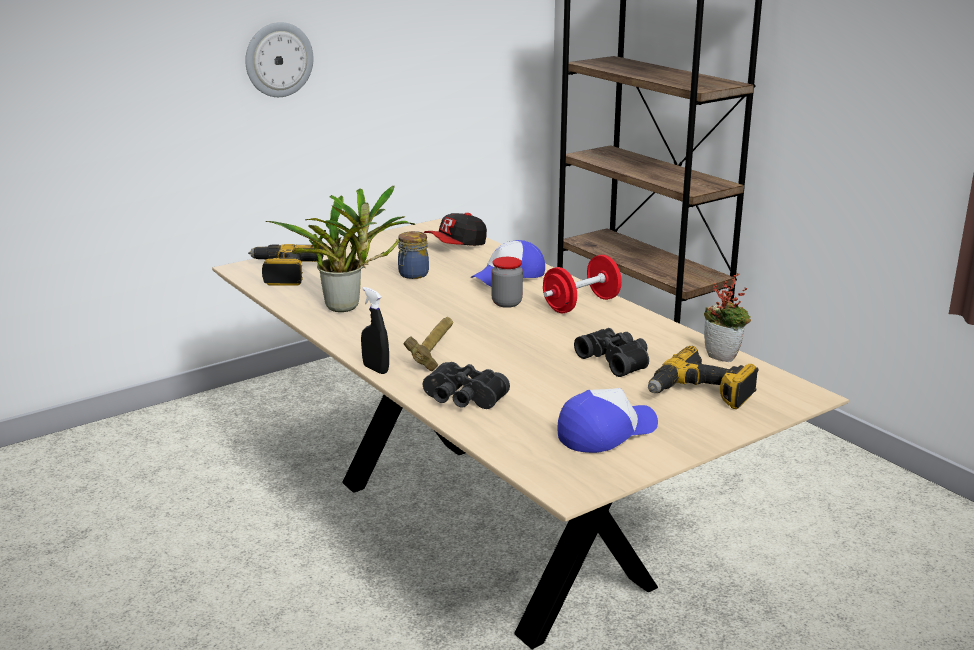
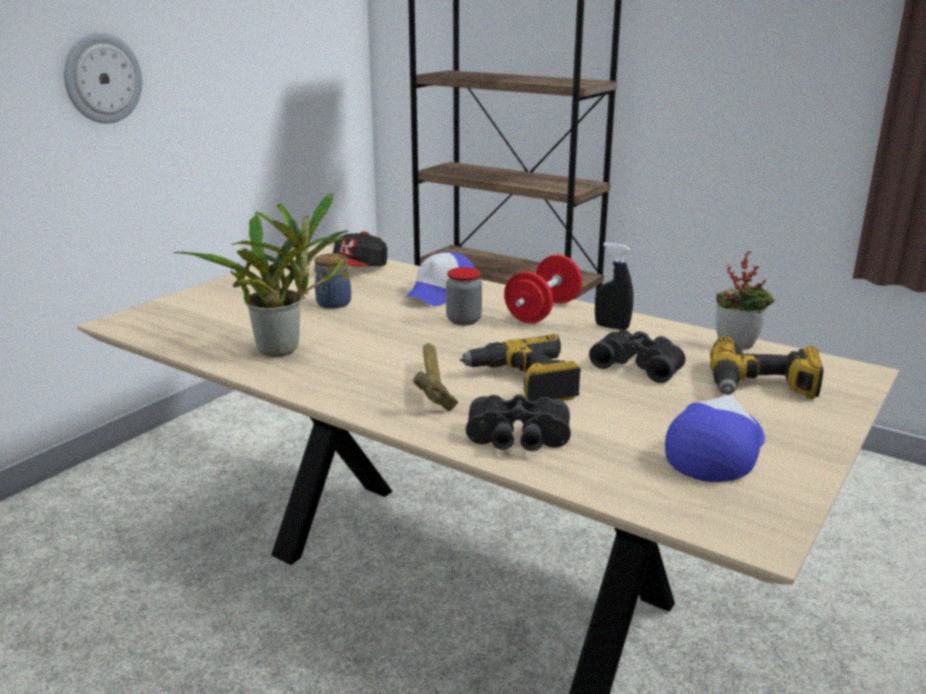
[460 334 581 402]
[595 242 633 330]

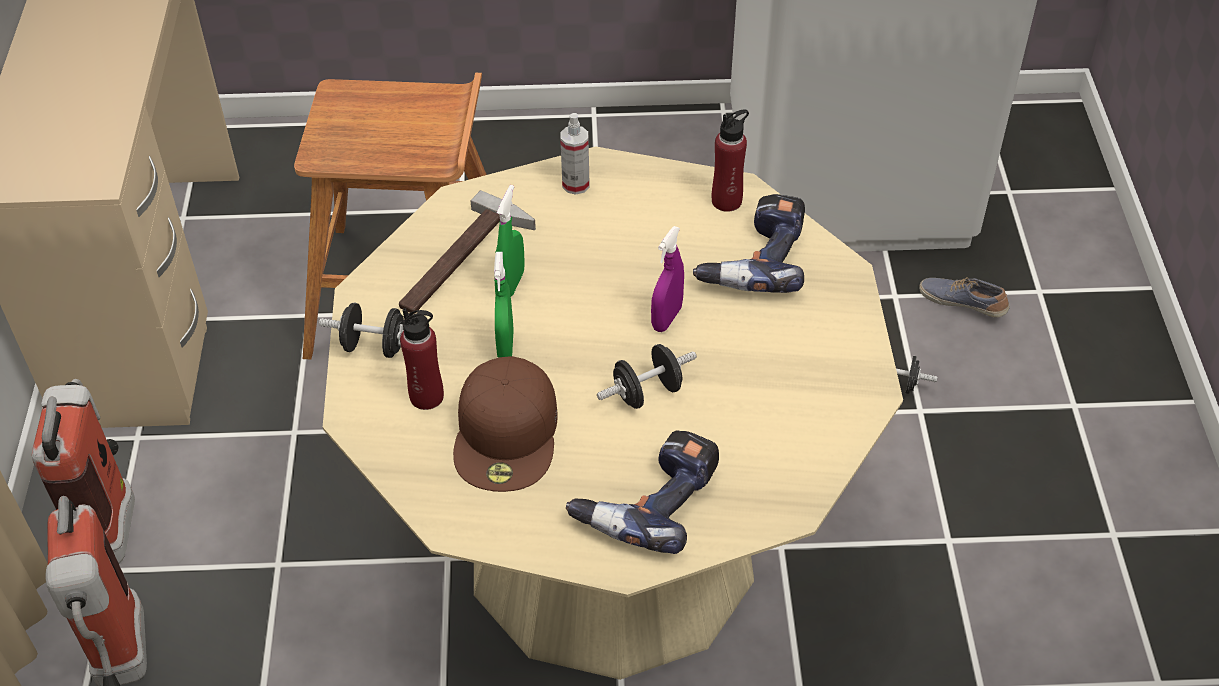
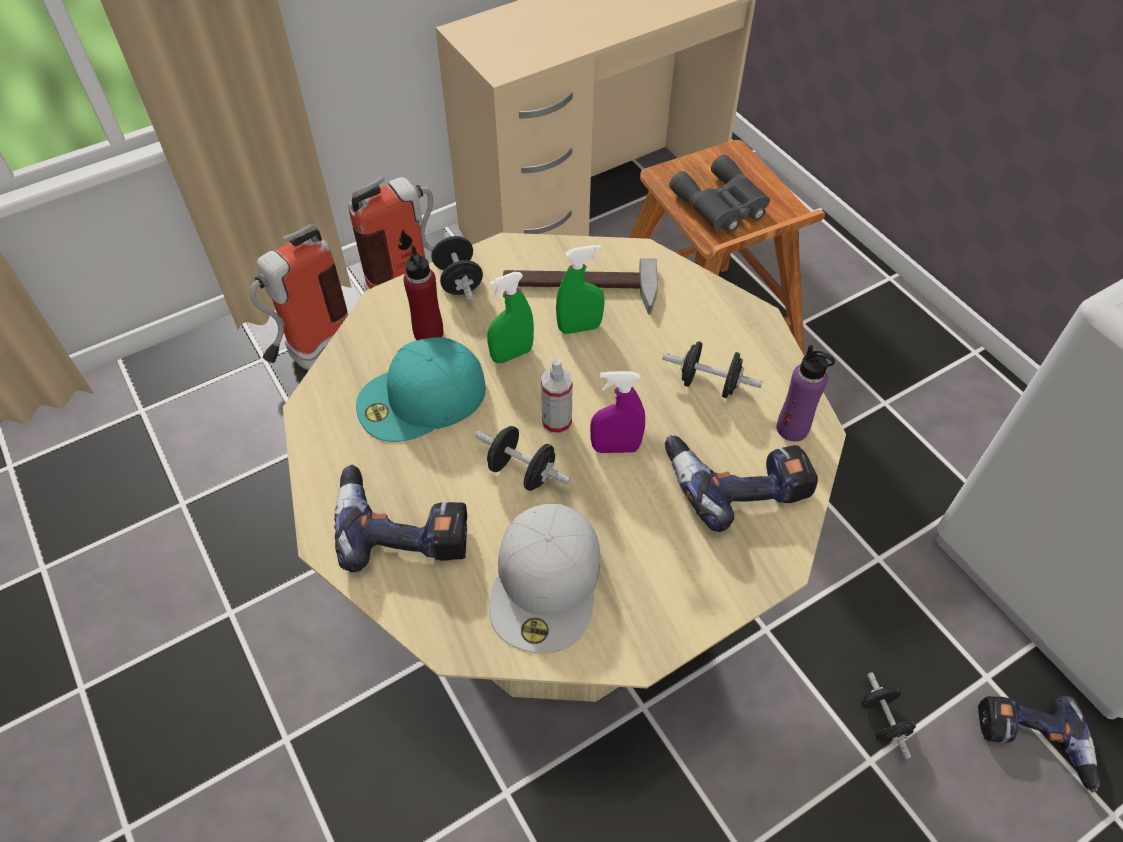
[489 504 600 653]
[662 341 763 398]
[669 154 770 232]
[541 359 573 435]
[978 695 1100 793]
[356 337 486 442]
[777 345 835 442]

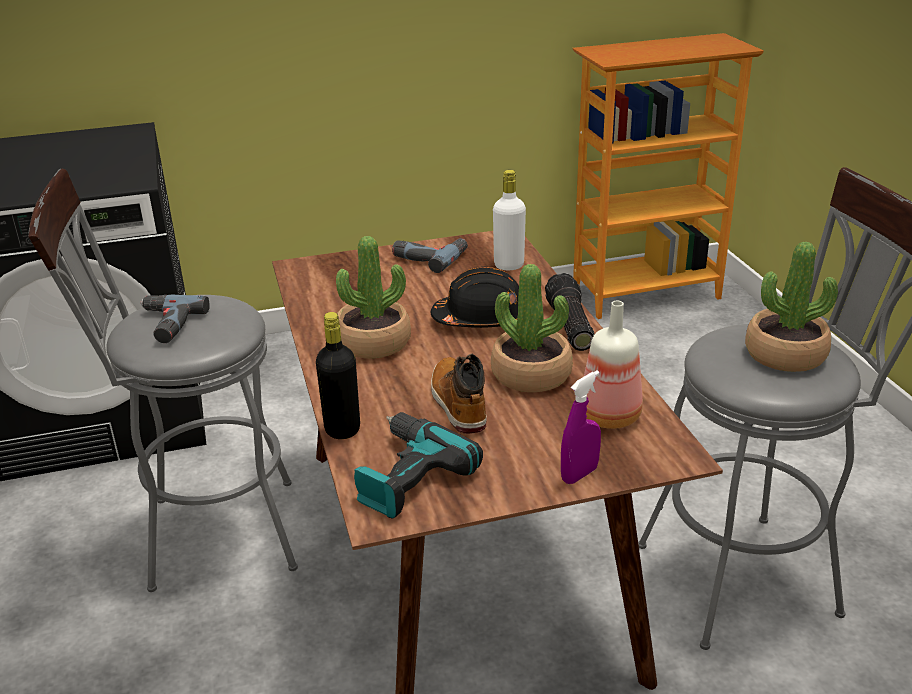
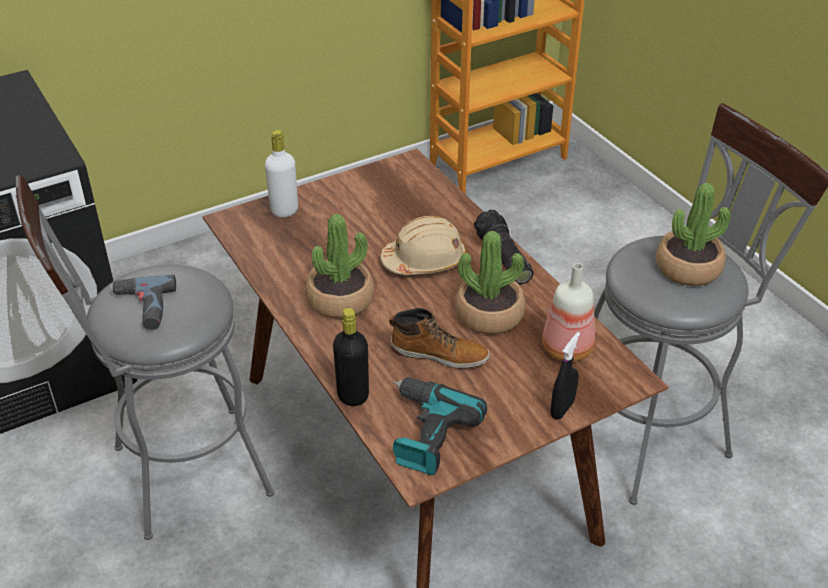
[392 238 468 273] (first image)
[265 130 298 218]
[380 216 467 275]
[550 332 580 420]
[389 308 490 369]

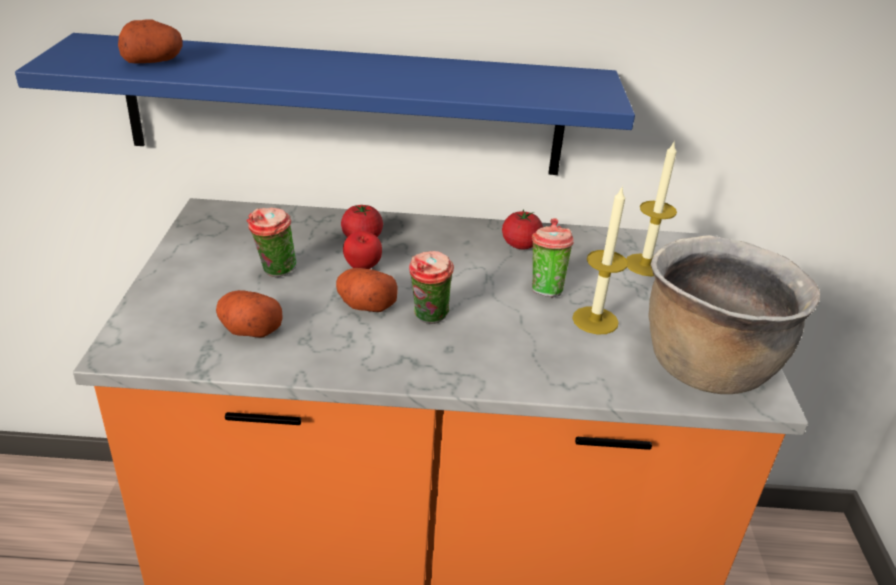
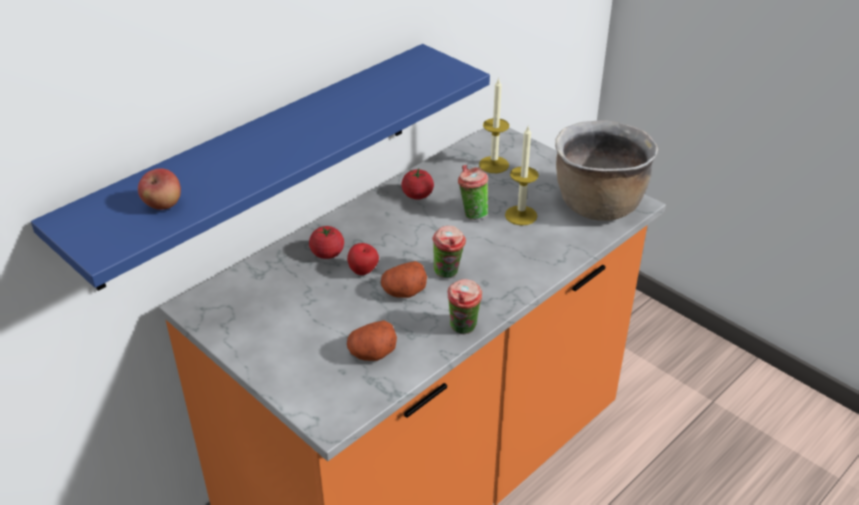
[447 279 482 334]
[138 168 181 210]

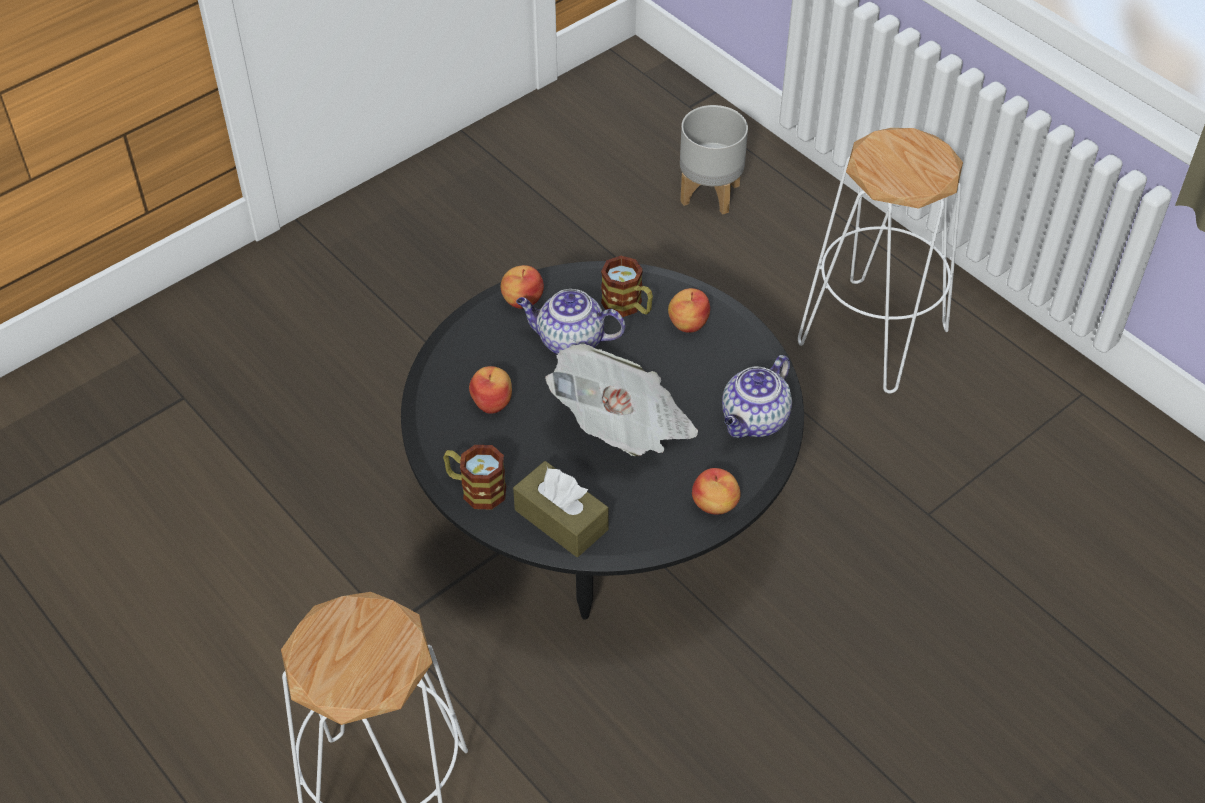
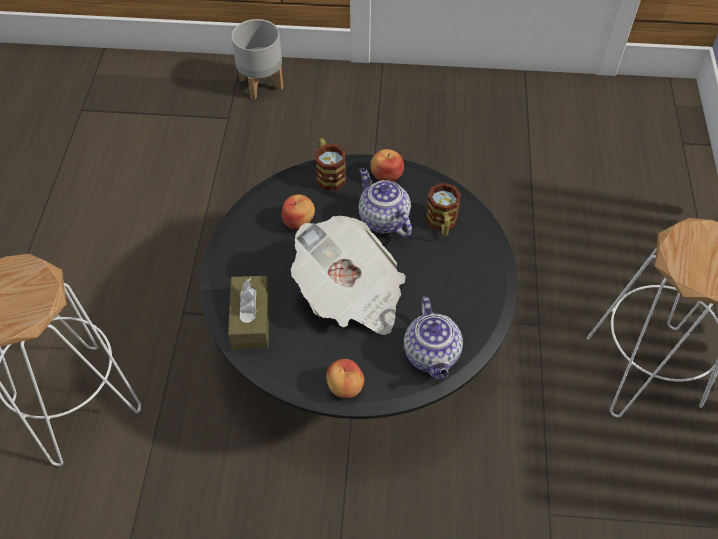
[668 288 710 333] (first image)
[315 138 346 190]
[231 19 283 99]
[404 297 463 380]

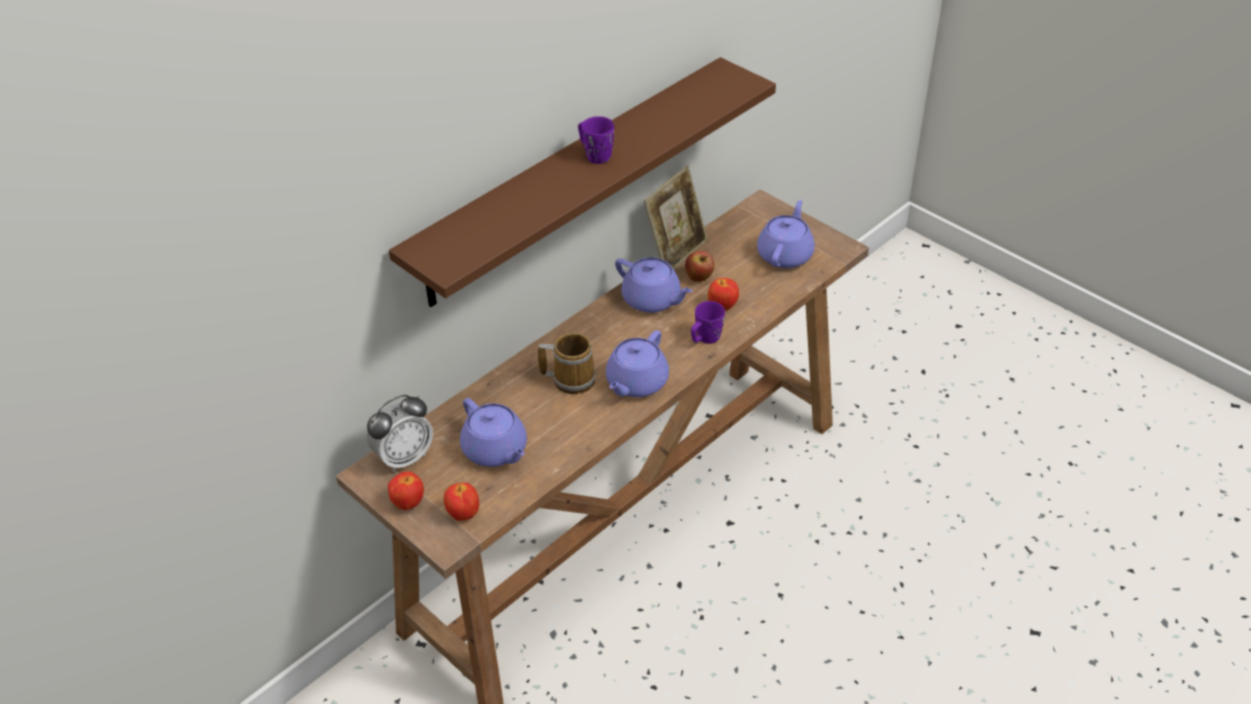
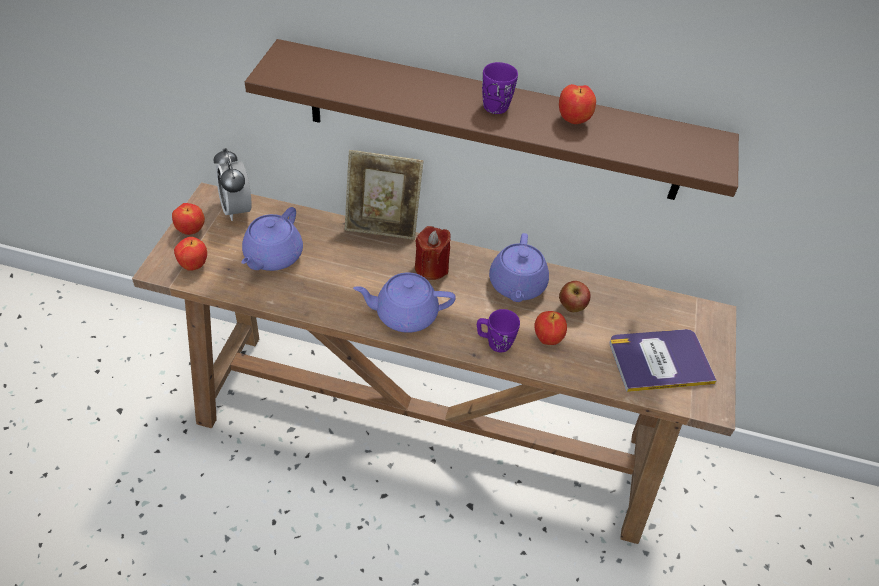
[538 333 596 394] (first image)
[415 226 451 280]
[559 84 596 124]
[345 150 424 240]
[609 329 717 392]
[213 148 252 221]

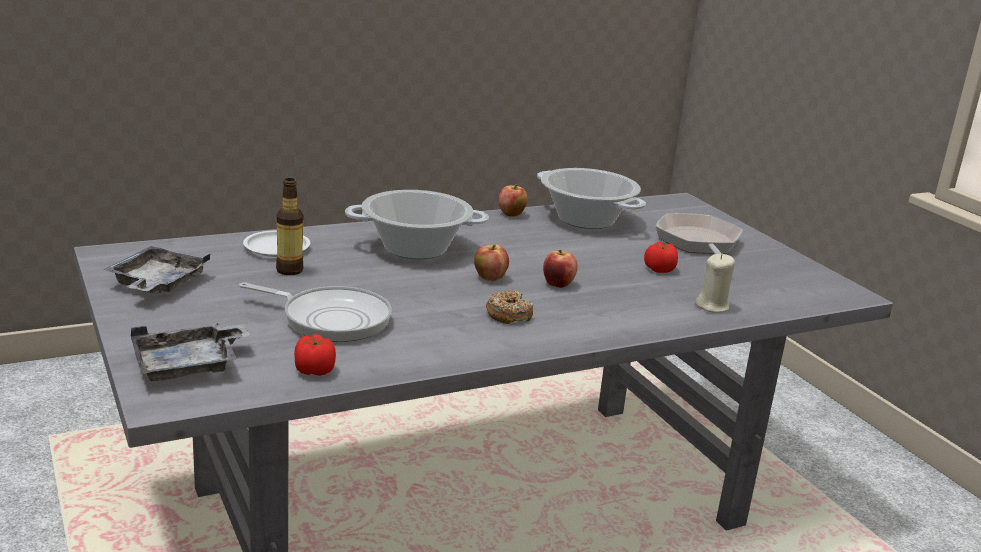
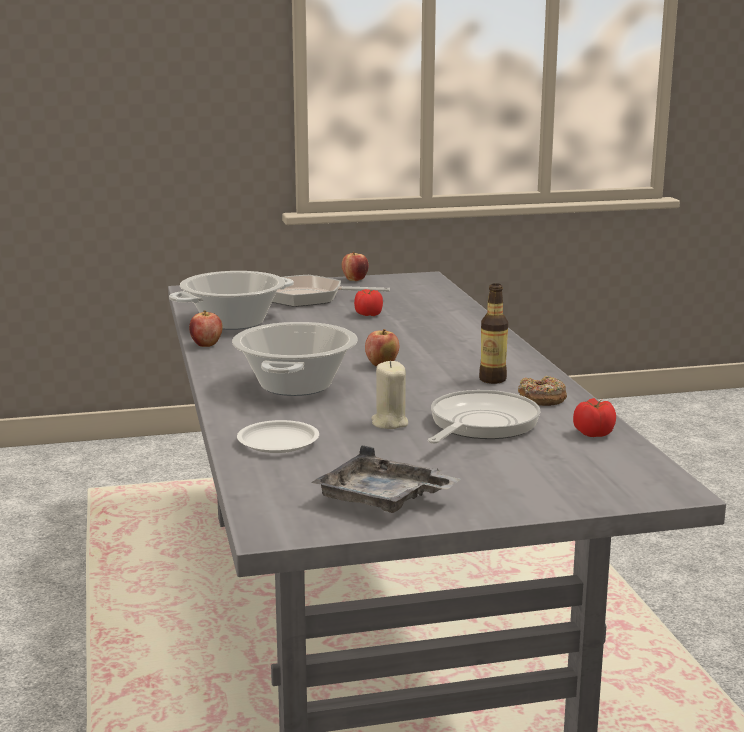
[131 323 251 381] (first image)
[479 283 508 384]
[518 376 567 406]
[342 252 368 281]
[371 361 408 429]

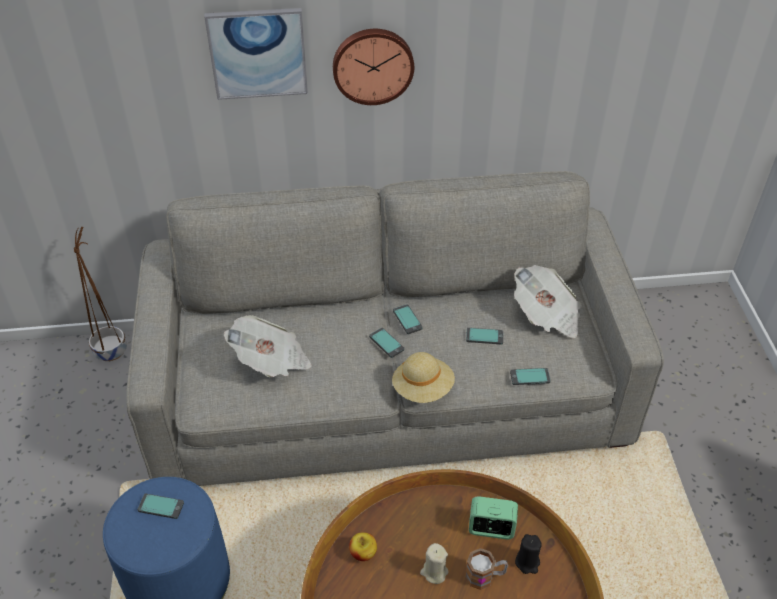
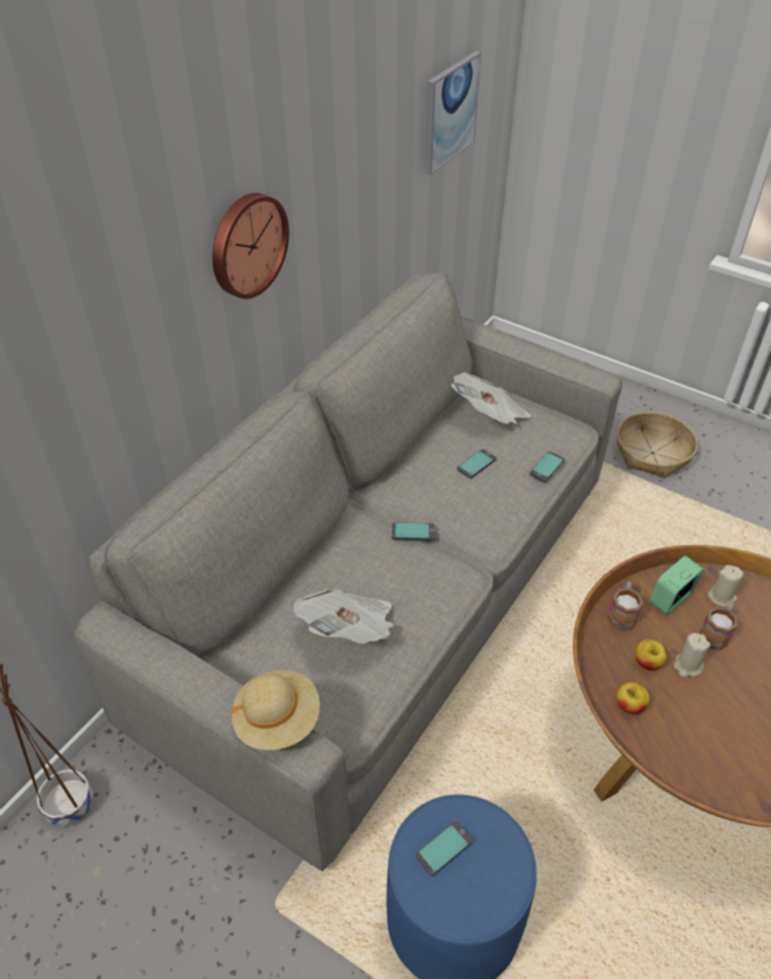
[393 304 423 334] (first image)
[607 581 644 631]
[617 412 698 478]
[635 639 667 670]
[425 51 481 175]
[231 670 320 750]
[708 565 743 607]

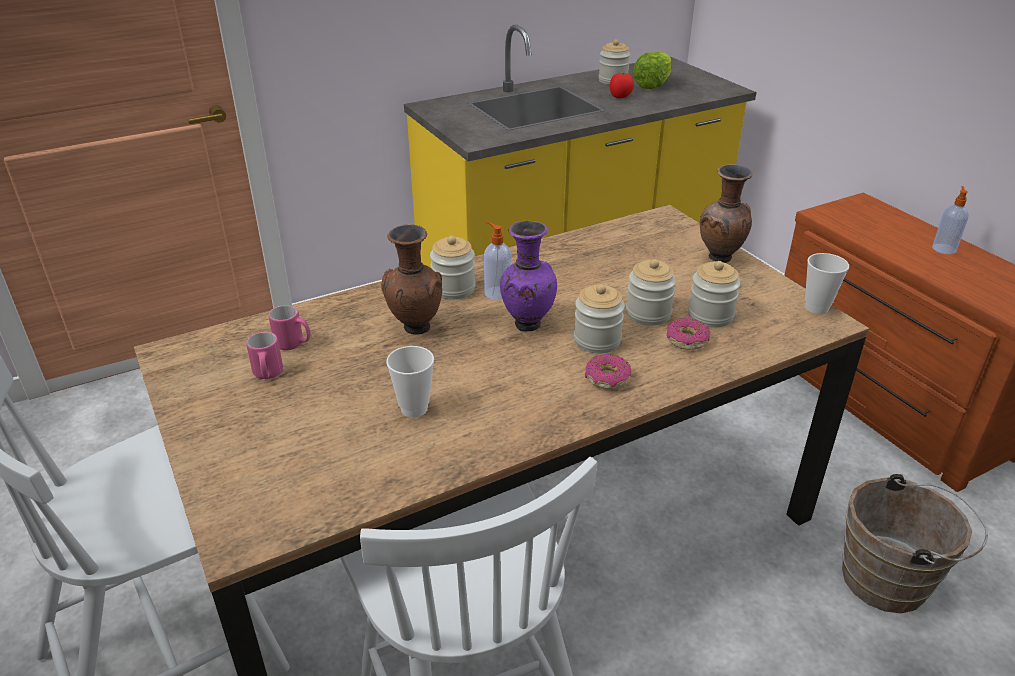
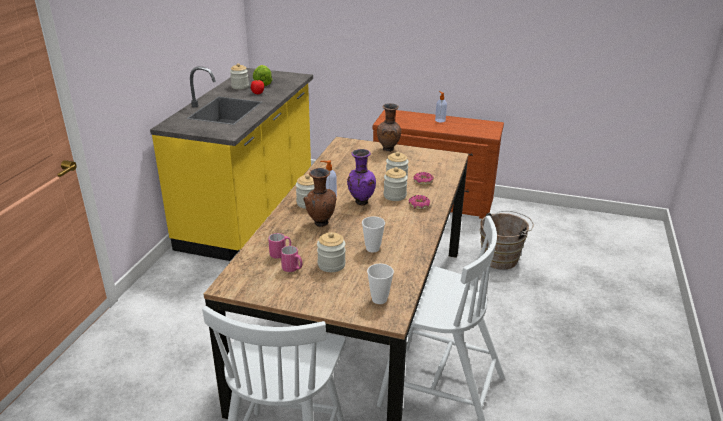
[317 232 346 272]
[367 264 394 304]

